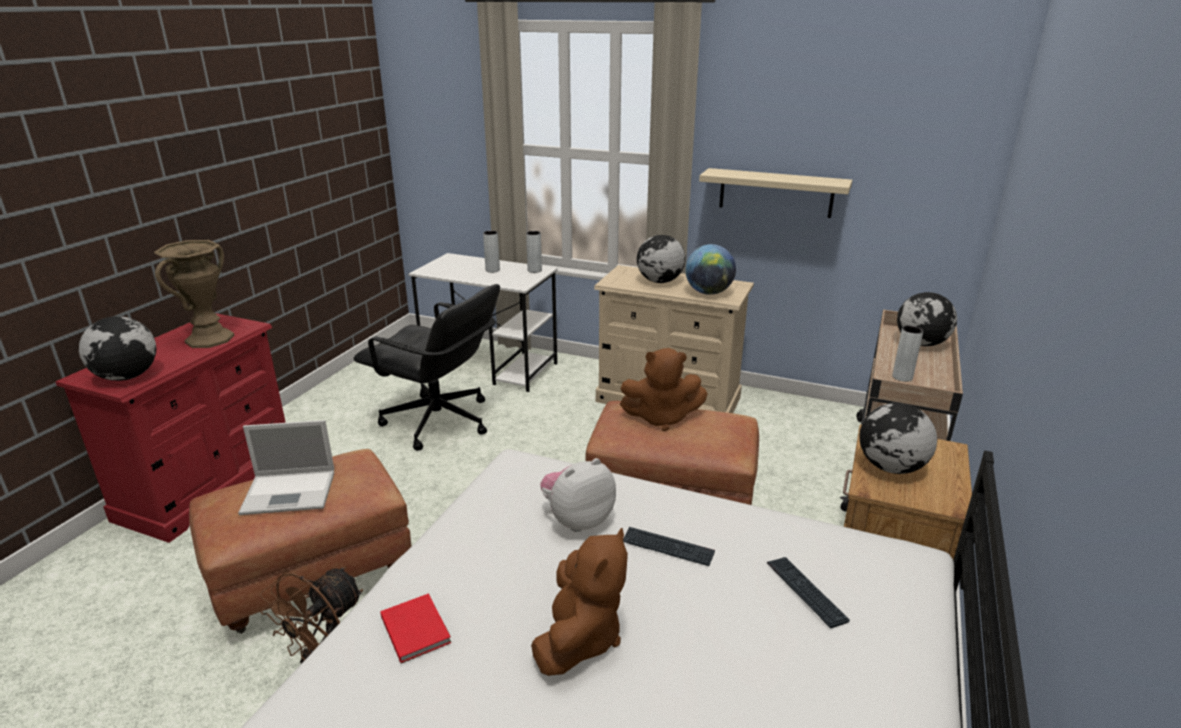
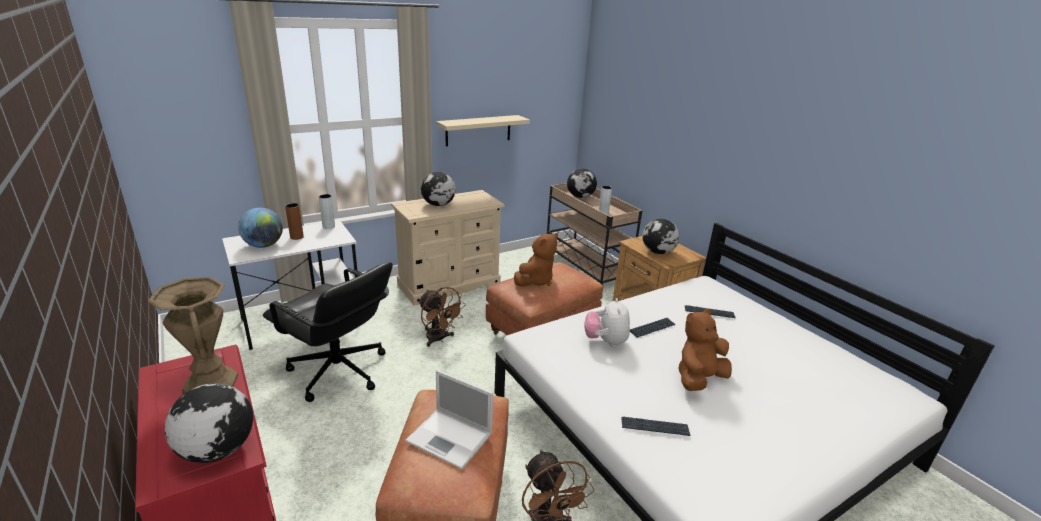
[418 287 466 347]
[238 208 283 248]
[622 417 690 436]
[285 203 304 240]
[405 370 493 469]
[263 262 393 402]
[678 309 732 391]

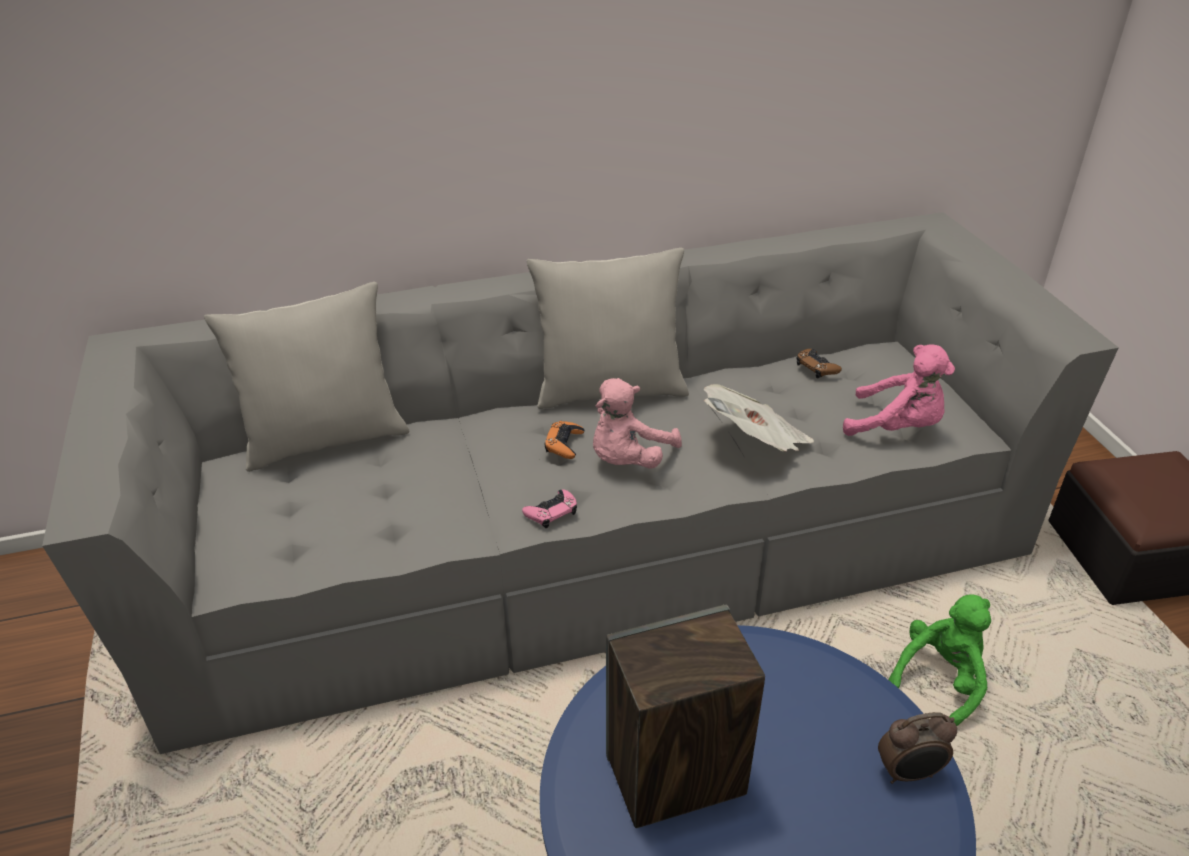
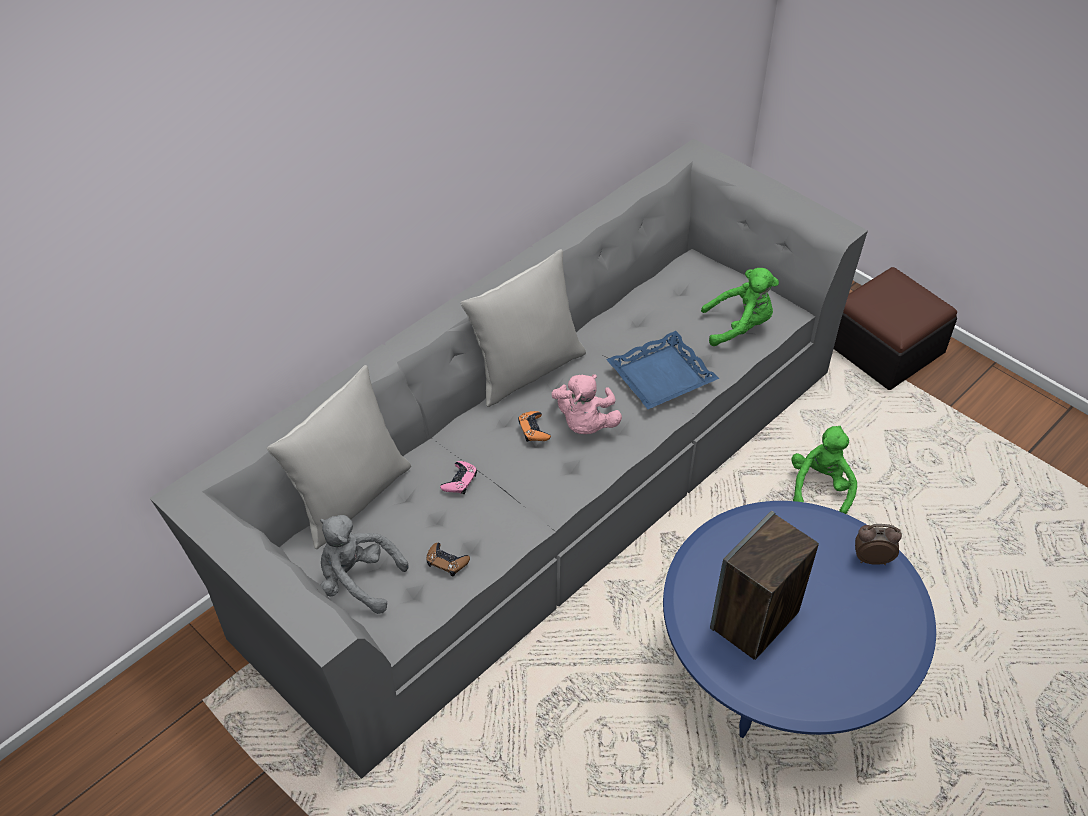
[320 515 409 614]
[440 461 477 494]
[427 543 470 576]
[606 331 719 409]
[701 268 779 346]
[855 524 902 565]

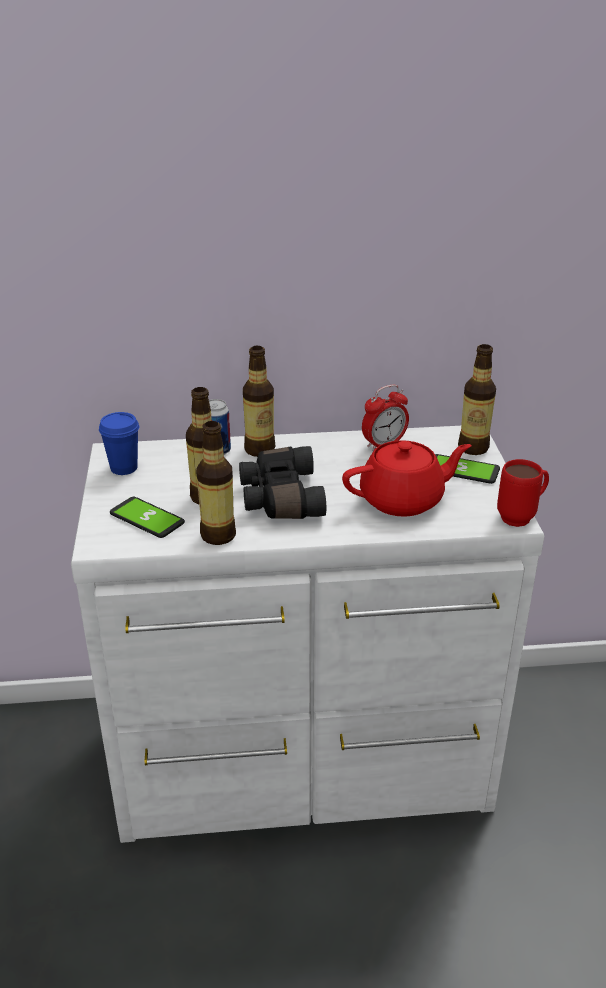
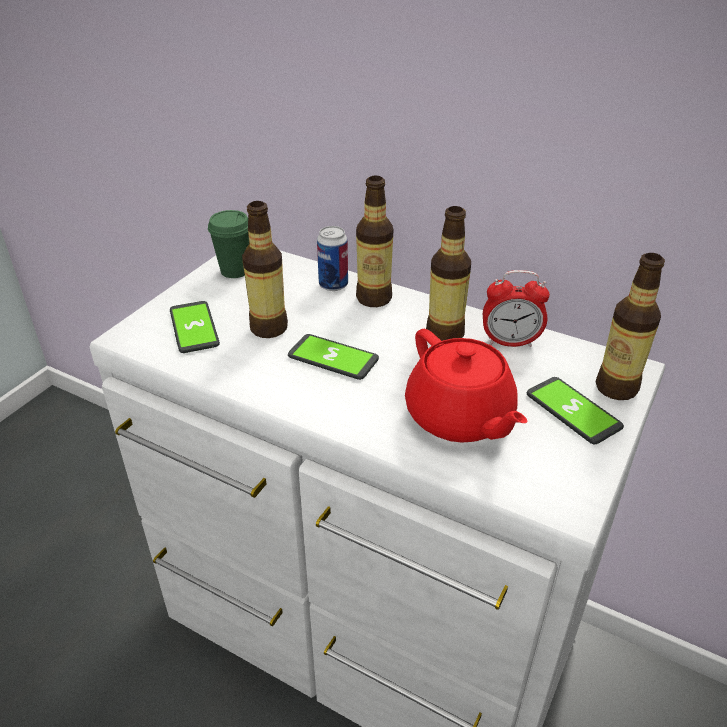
[497 459 549 527] (first image)
[426 206 471 341]
[288 334 379 380]
[208 210 249 278]
[405 329 528 443]

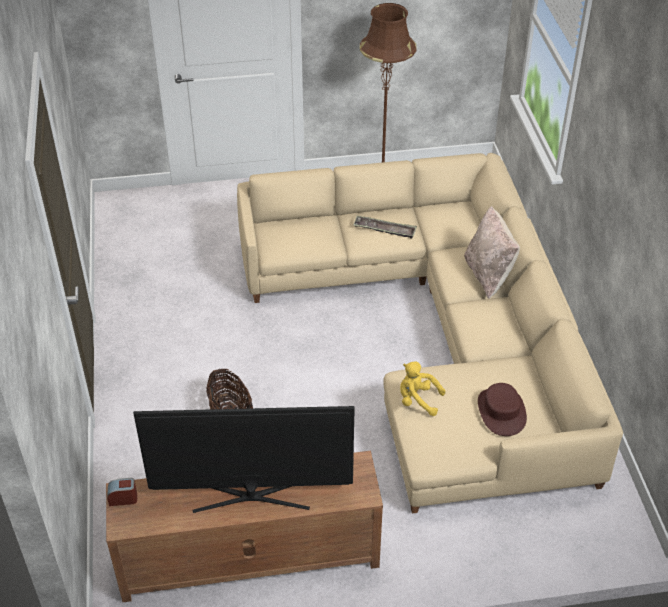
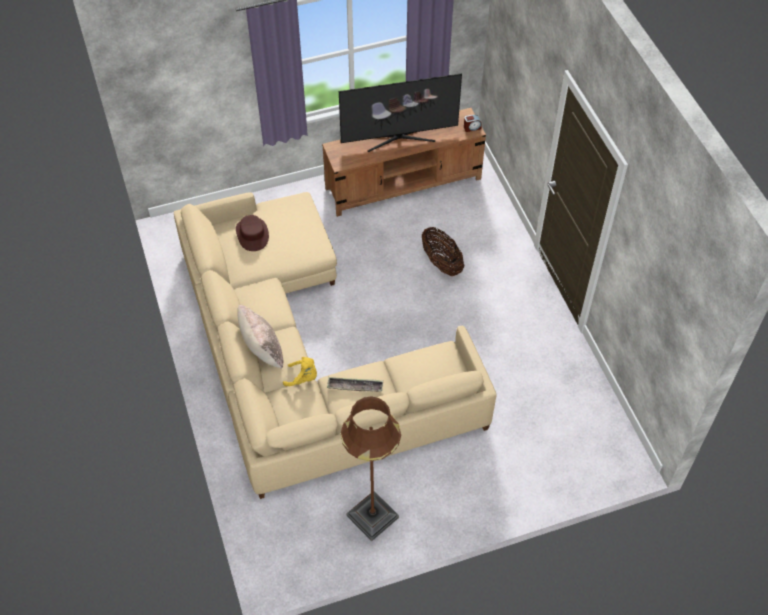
[283 357 317 386]

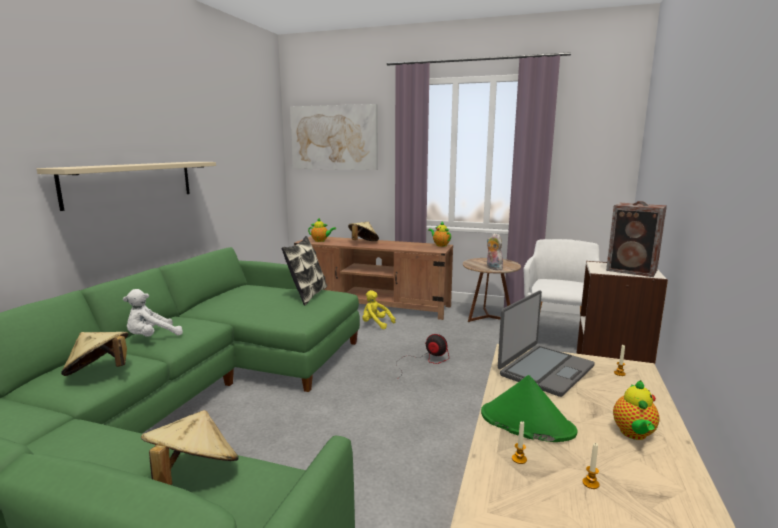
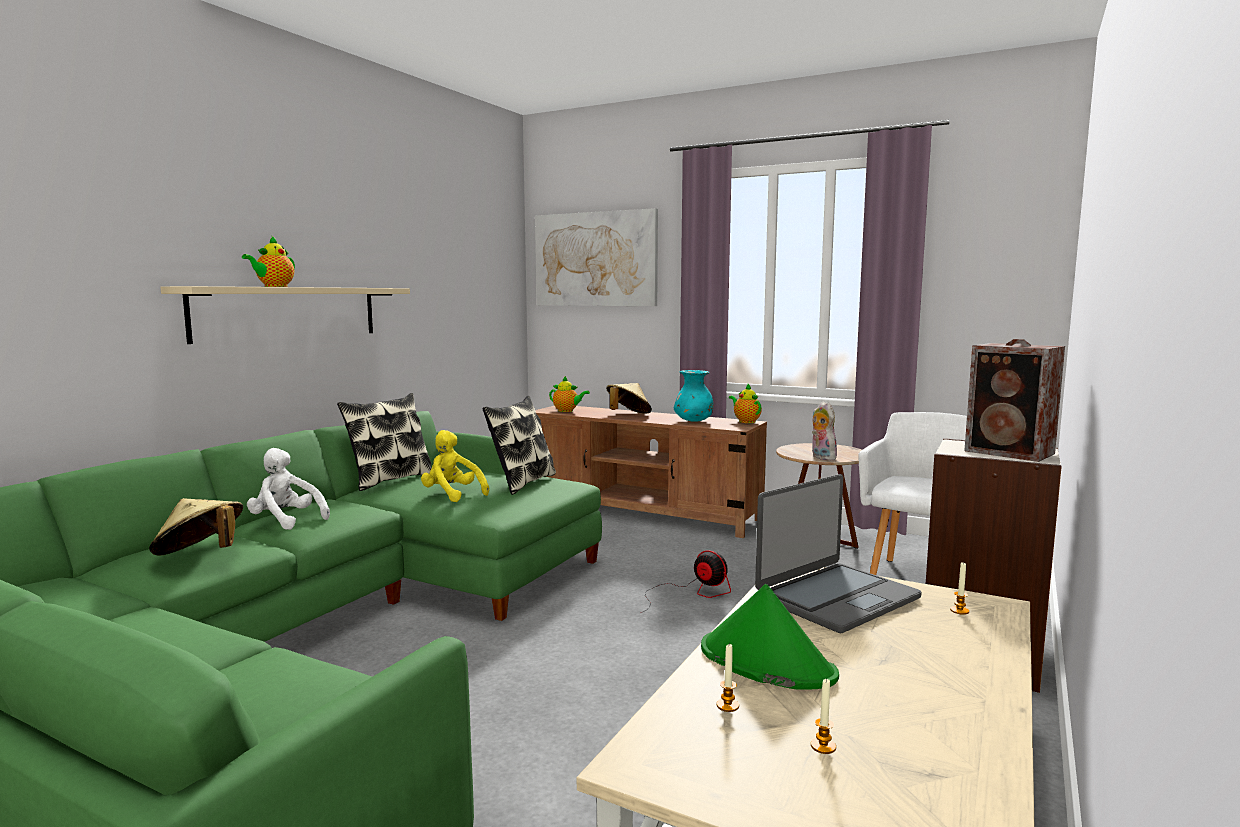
[141 410 239 485] (first image)
[337 393 431 491]
[674 370 714 422]
[421 430 489 502]
[242 235 295 287]
[247 448 330 530]

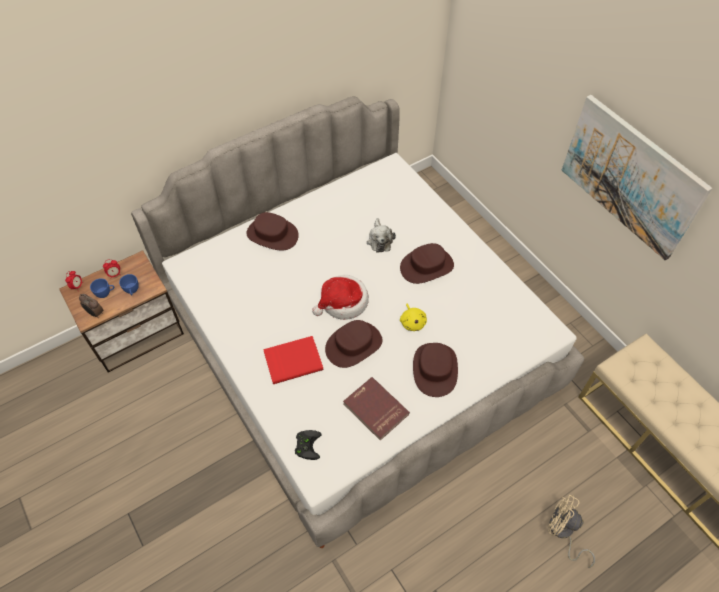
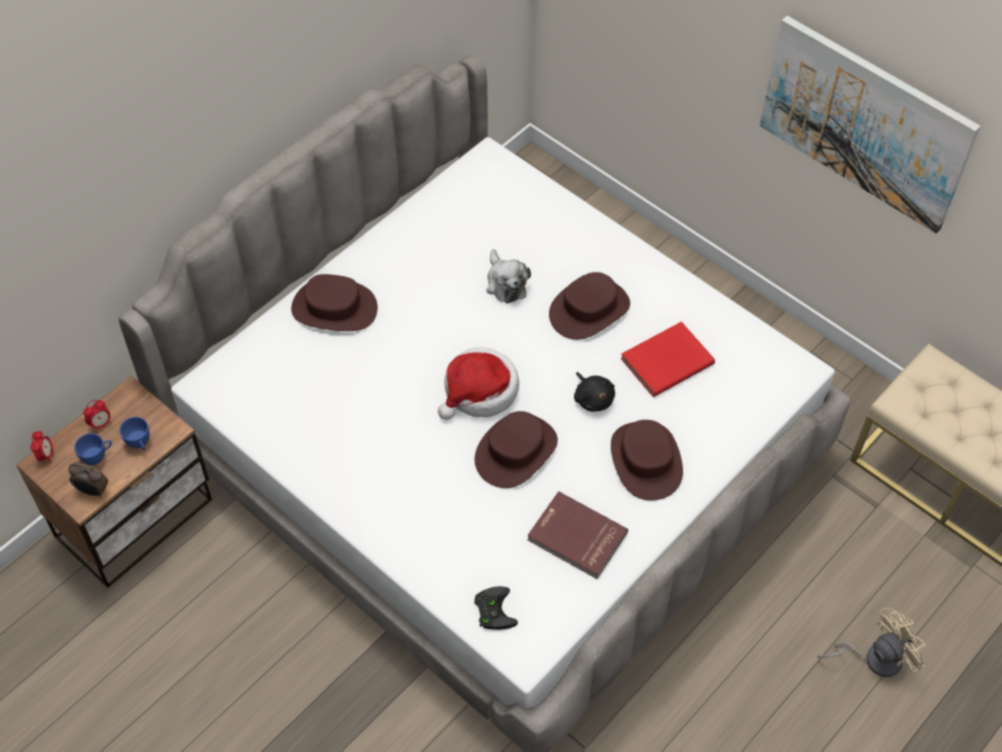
[621 321 715 397]
[574 372 615 412]
[817 608 925 677]

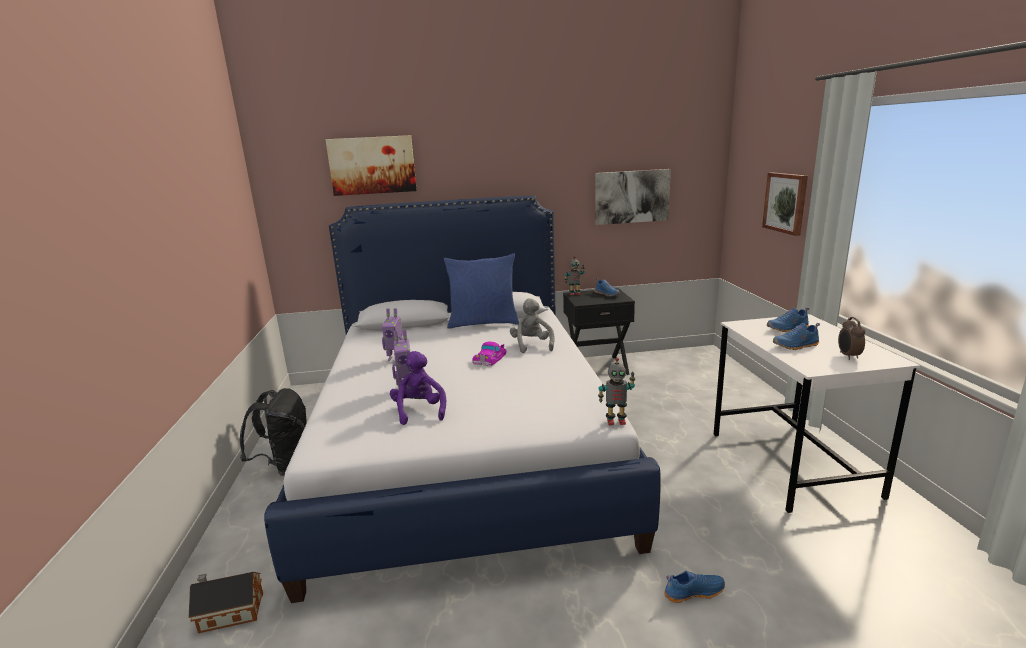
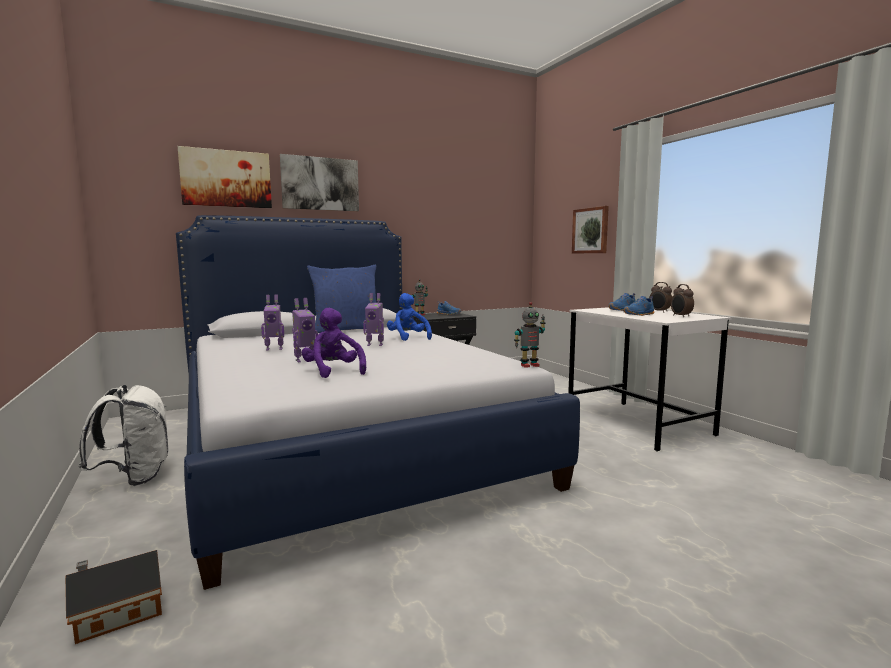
[664 571 725 603] (first image)
[649 282 672 312]
[280 154 359 211]
[363 293 384 346]
[79 385 168 486]
[387 293 432 341]

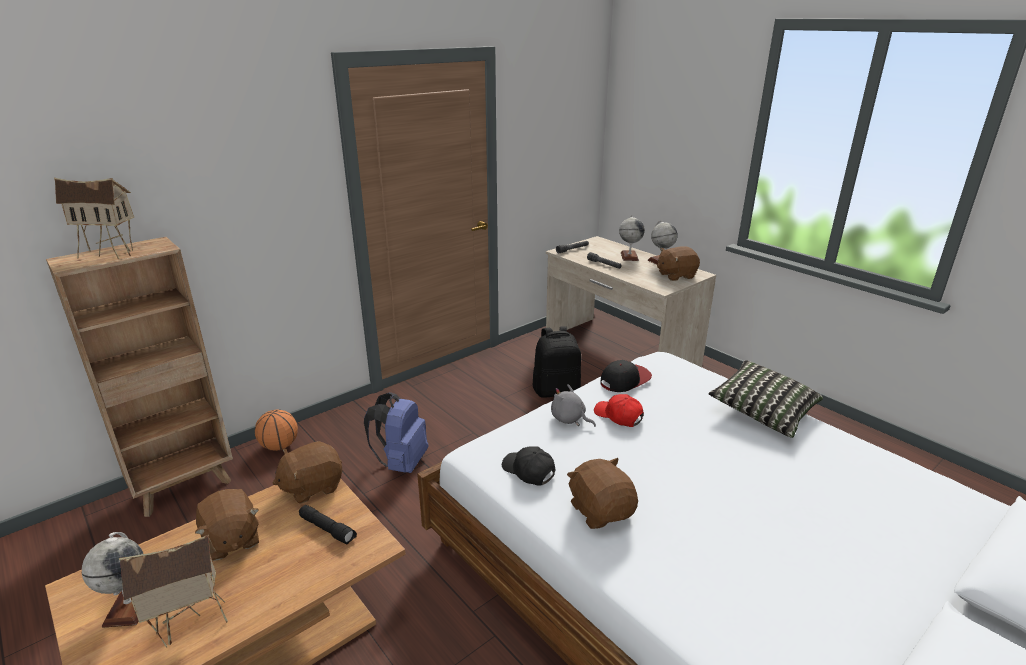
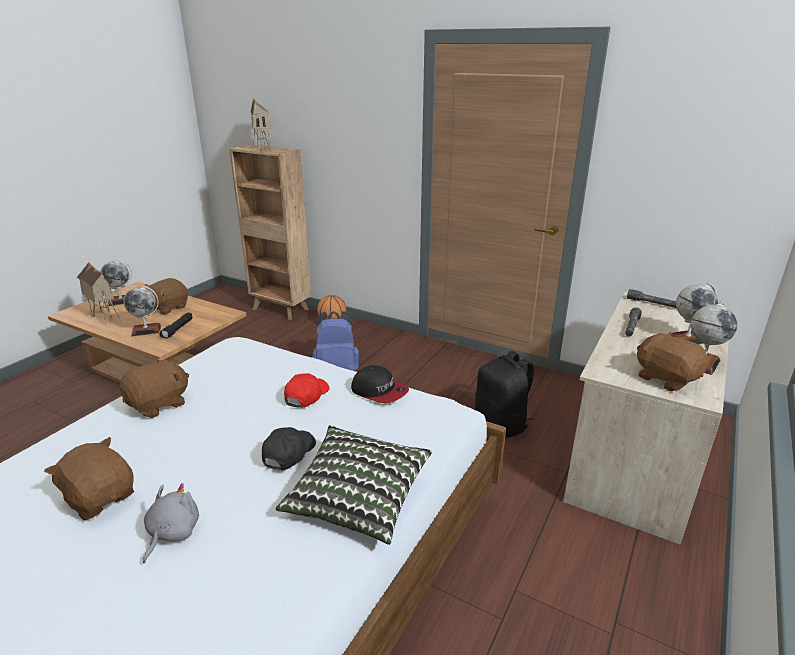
[123 285 161 337]
[44 437 134 521]
[262 427 316 470]
[143 483 199 563]

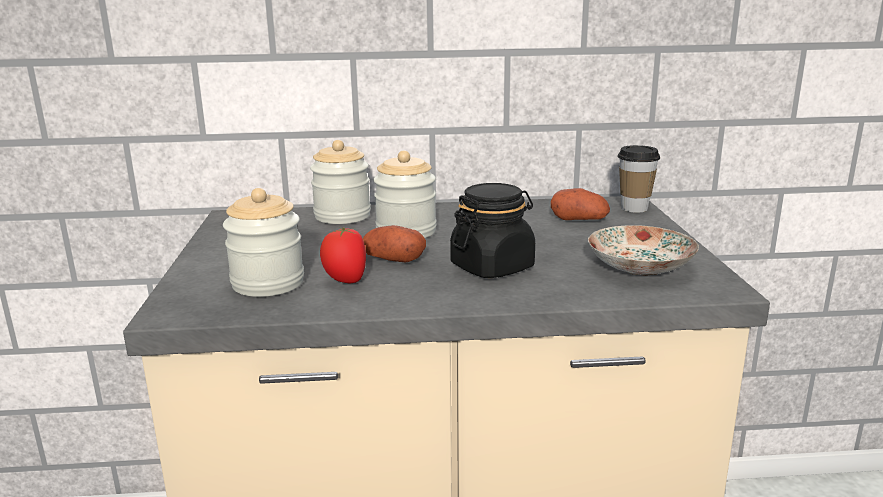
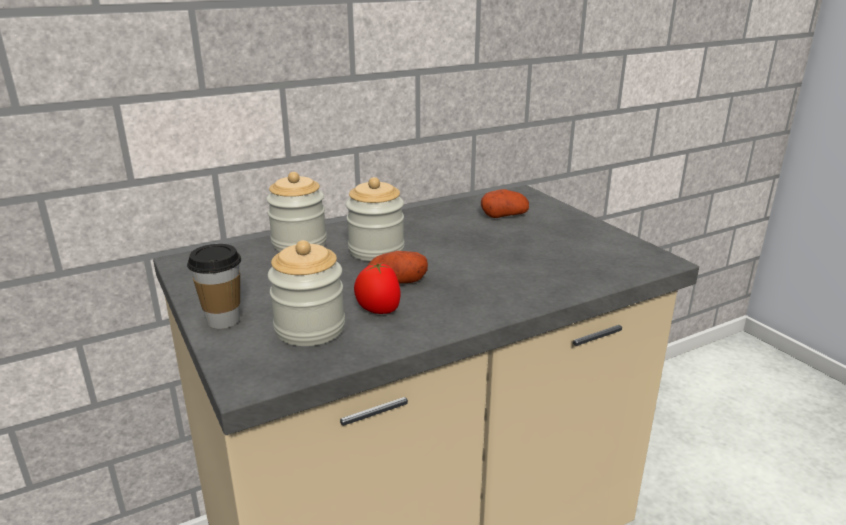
[450 183 535 278] (first image)
[588 225 699 276] (first image)
[187 244 241 329]

